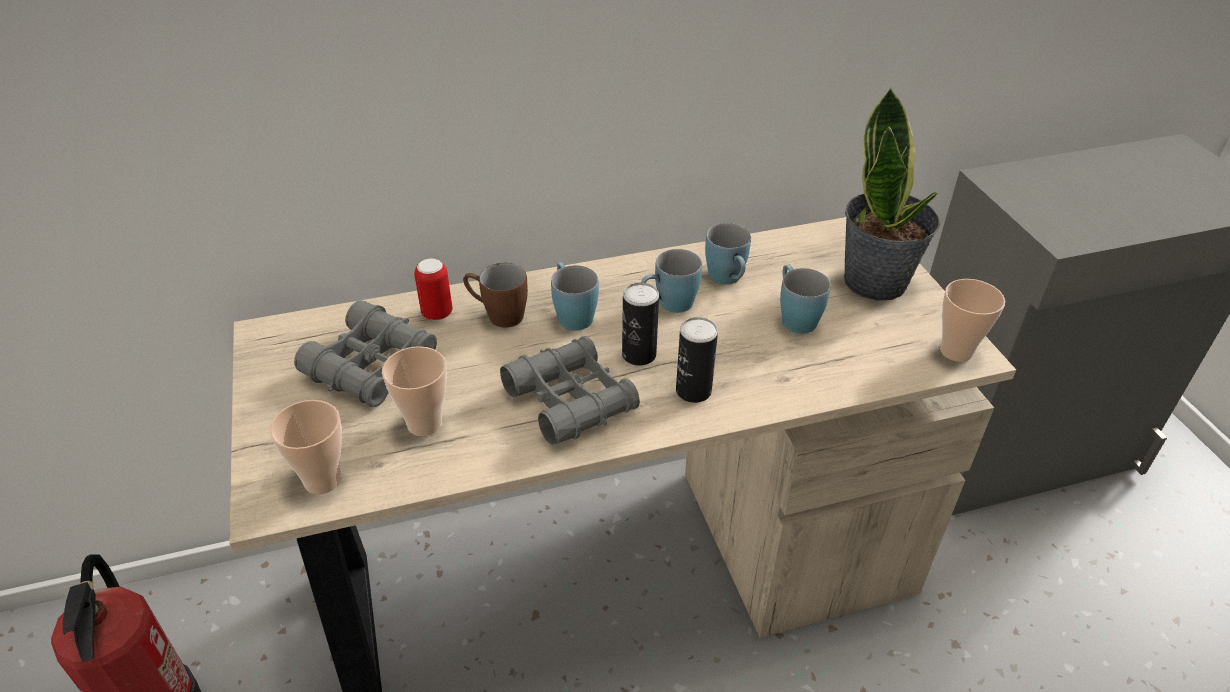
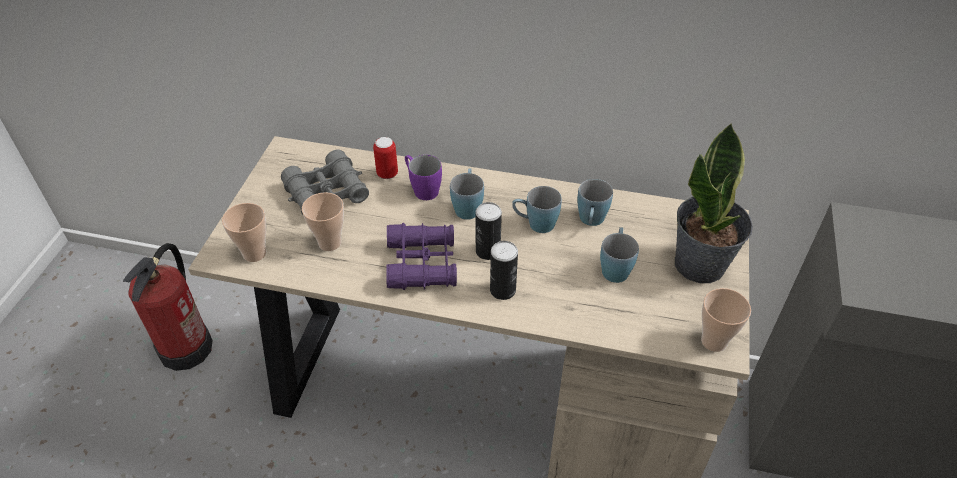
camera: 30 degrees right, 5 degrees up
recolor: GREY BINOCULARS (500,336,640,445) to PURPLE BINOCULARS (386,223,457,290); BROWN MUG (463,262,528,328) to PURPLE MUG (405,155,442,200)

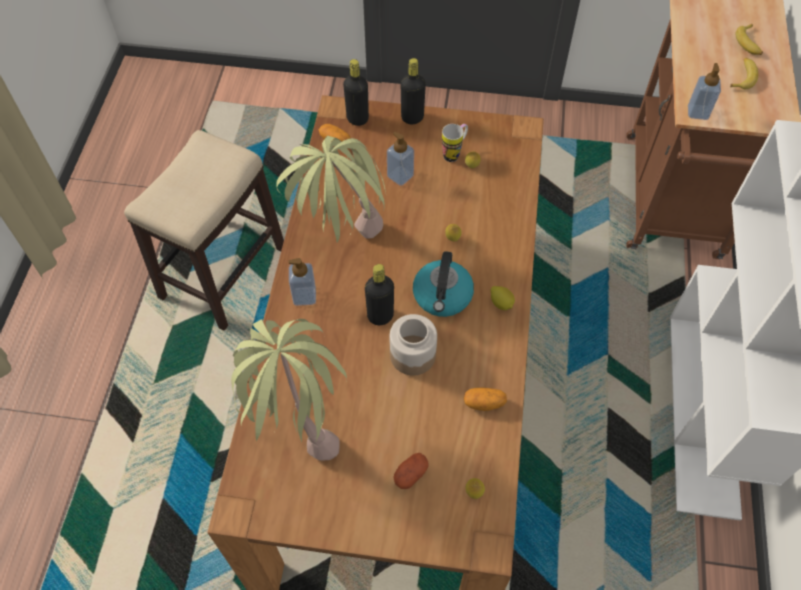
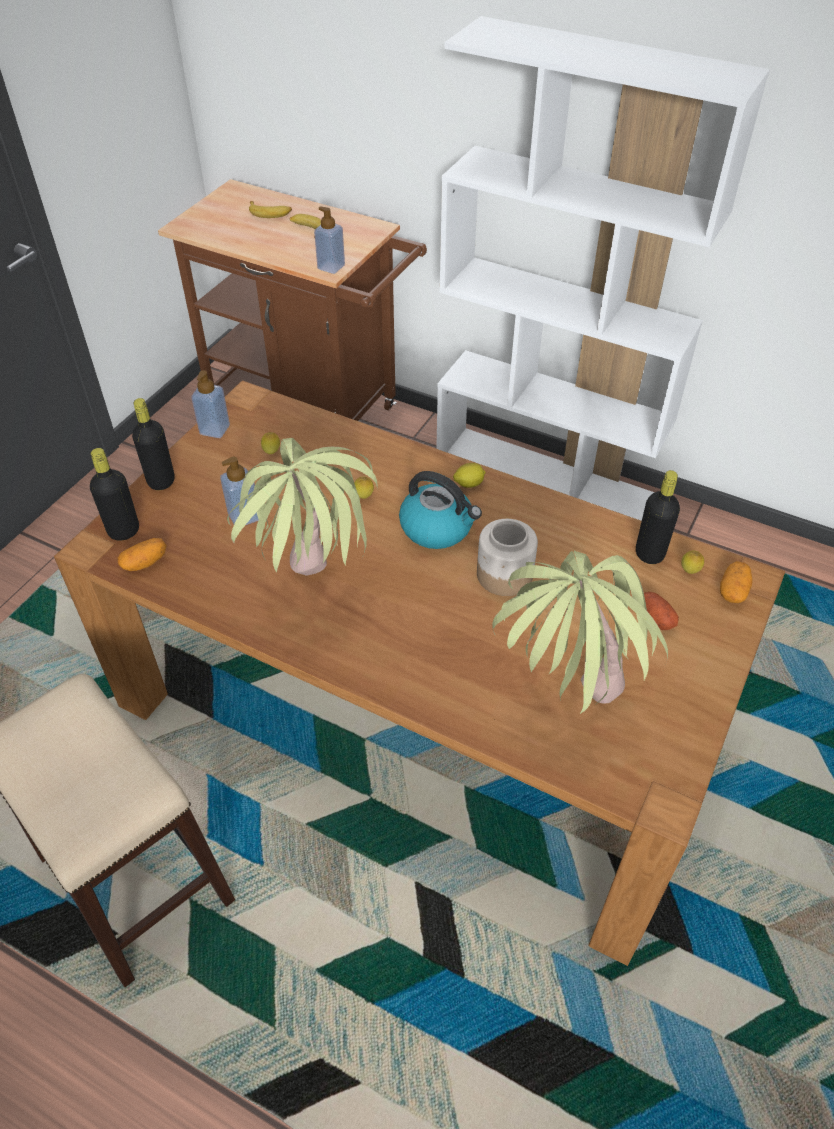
camera: 70 degrees left, 10 degrees down
delete: MUG (442,124,468,162)
move: SOAP DISPENSER (288,258,316,306) to (191,370,230,438); BLACK BOTTLE (365,264,394,325) to (636,470,680,564); POTATO (464,387,507,411) to (720,561,753,603)

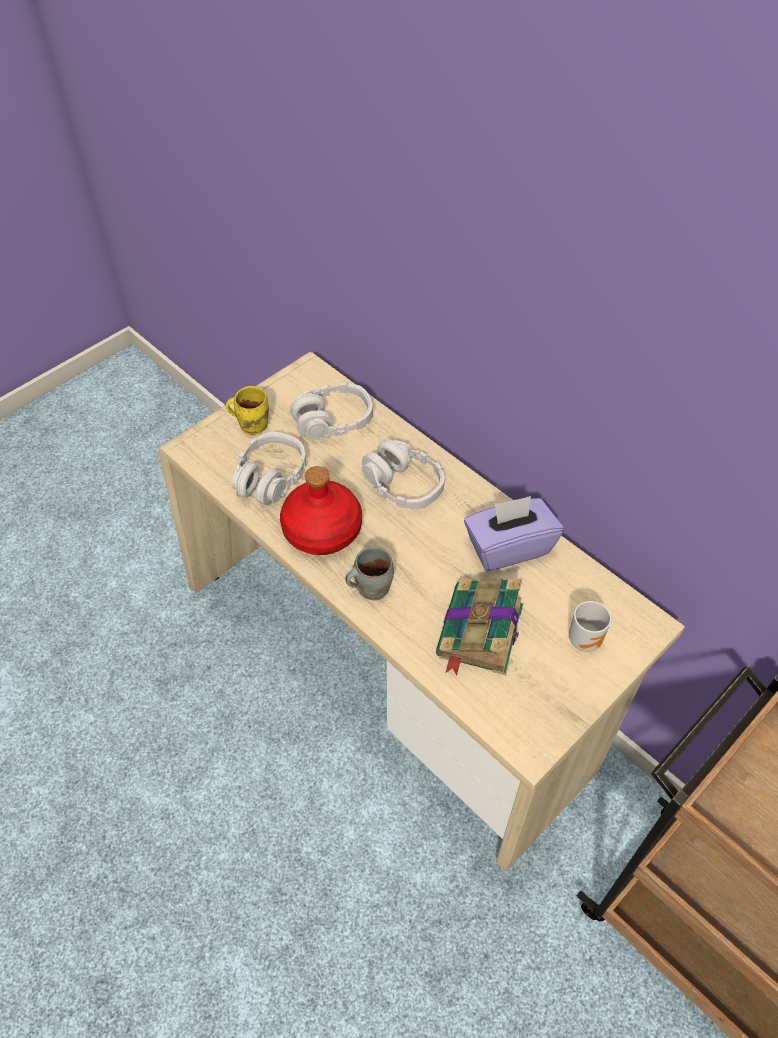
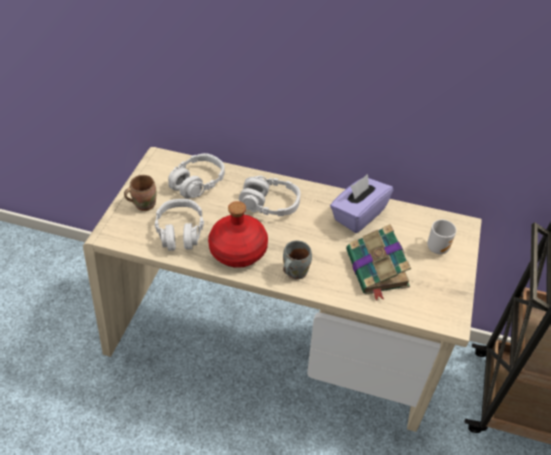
camera: 30 degrees left, 5 degrees down
recolor: YELLOW MUG (226,386,269,435) to BROWN MUG (124,175,156,211)

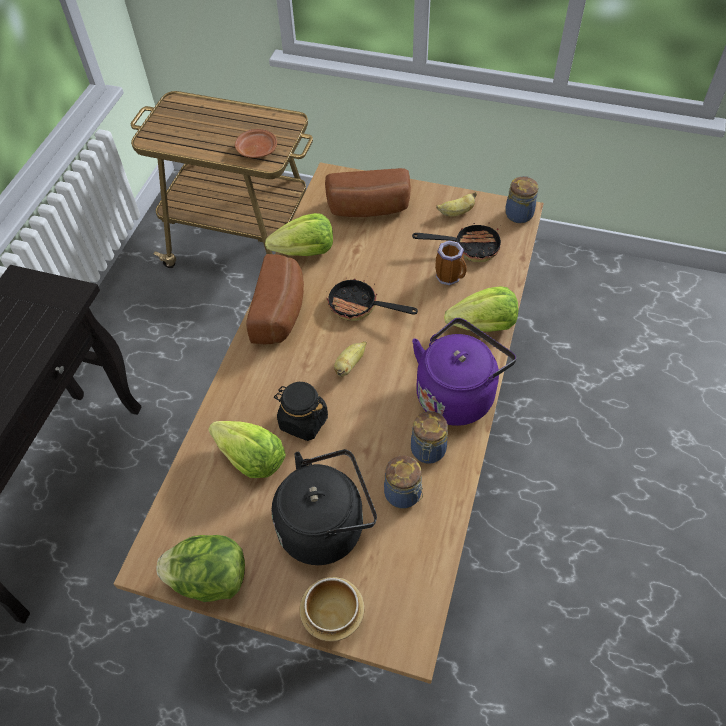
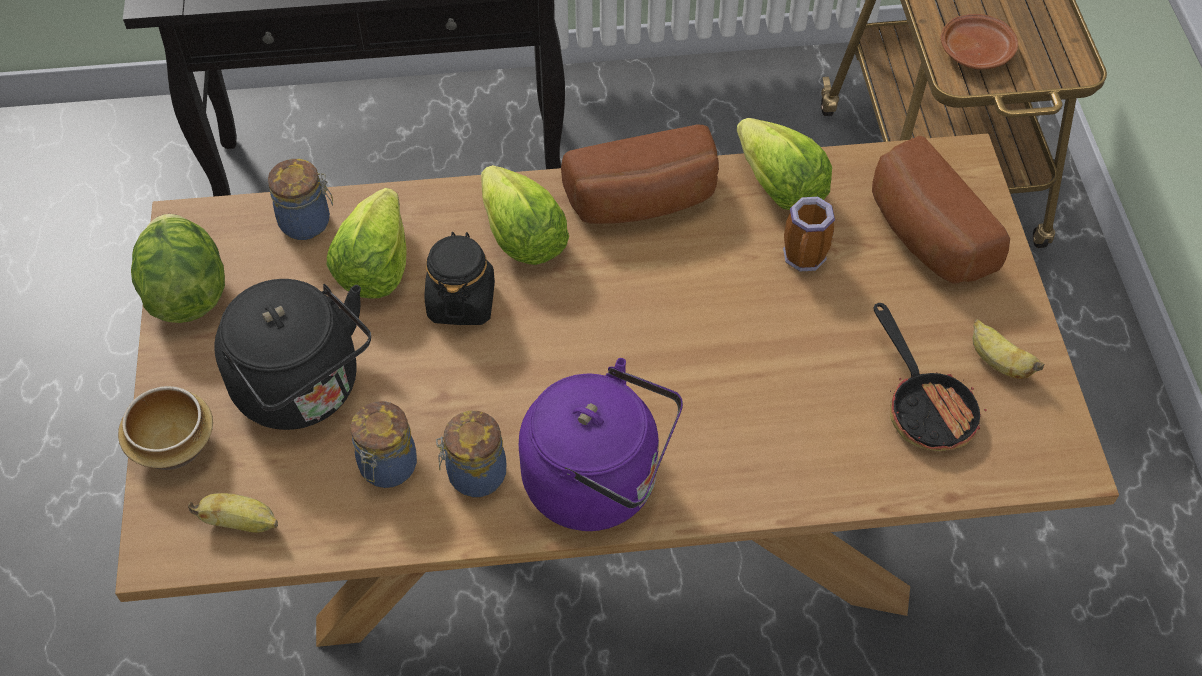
camera: 65 degrees right, 0 degrees up
delete: FRYING PAN (326,276,418,321)
move: BANANA (334,341,367,377) to (188,493,278,533); JAR (505,176,538,223) to (268,159,333,240); LETTUCE (444,286,518,332) to (481,165,569,265); MUG (435,240,467,286) to (783,197,835,272)

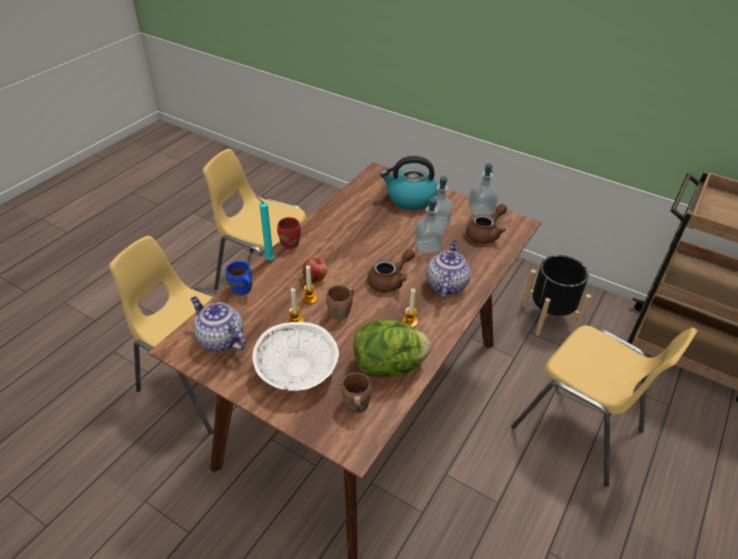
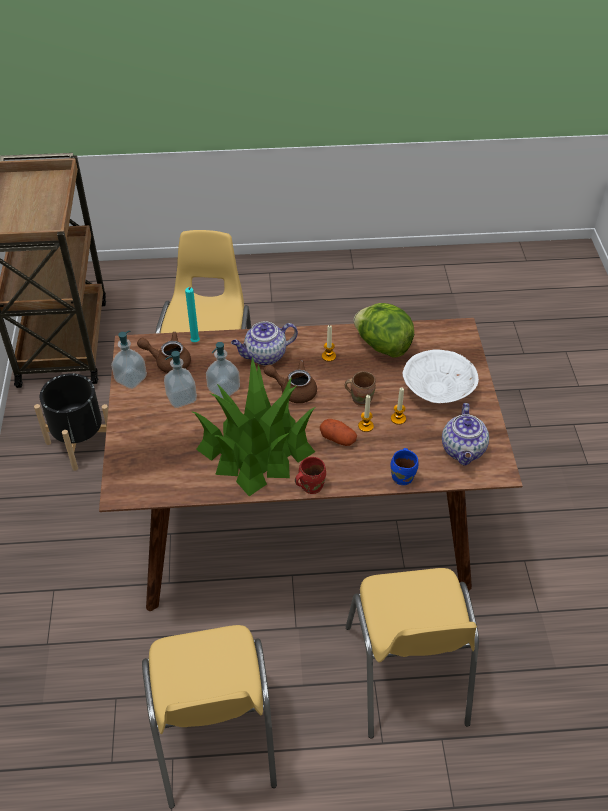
camera: 125 degrees left, 5 degrees up
delete: BROWN MUG (341,373,372,413); KETTLE (380,156,438,210)
insert: POTTED PLANT (191,357,315,496)
move: TURQUOISE CANDLE (255,195,274,260) to (185,287,200,342)
replace: APPLE (303,258,327,283) to POTATO (320,419,357,446)

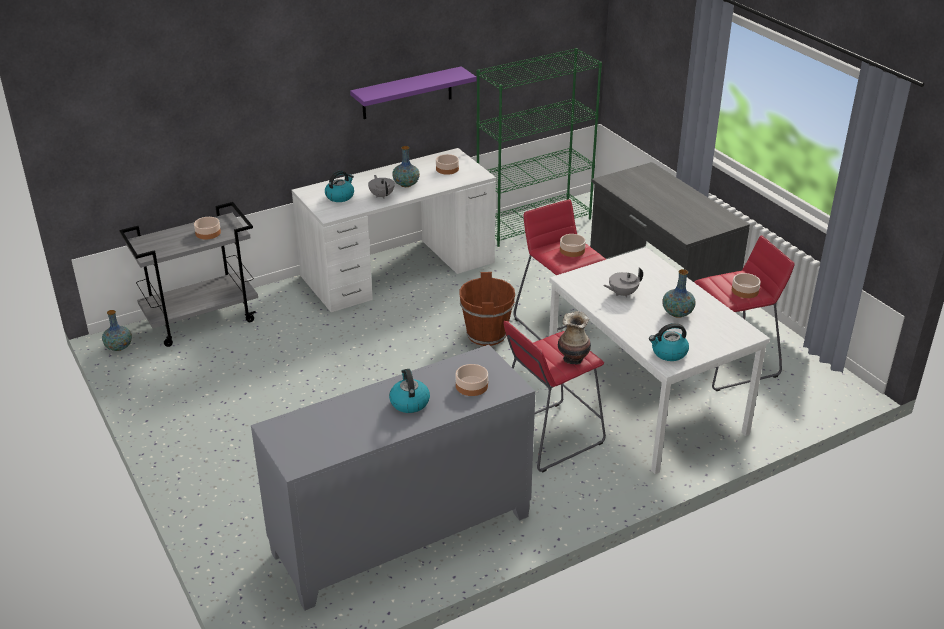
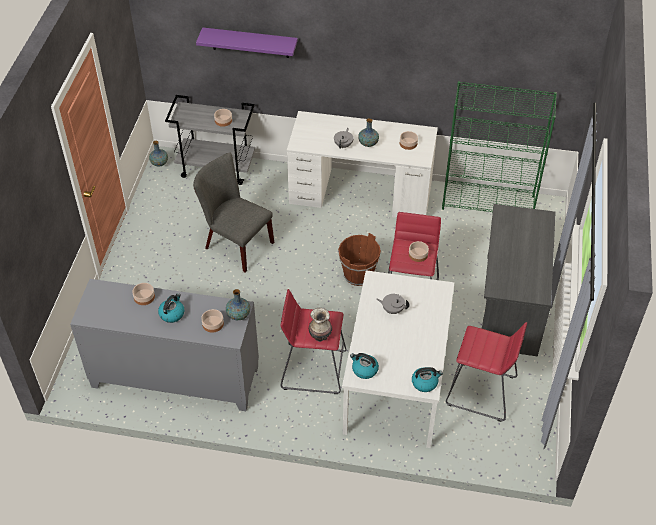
camera: 40 degrees right, 15 degrees up
insert: GREY CHAIR (193,152,274,273)
move: BOWL (732,273,761,298) to (132,283,155,305); PURPLE SHELF (350,66,477,119) to (196,27,298,58); VASE (663,269,695,318) to (226,289,250,320); KETTLE (325,171,354,202) to (412,367,443,392)

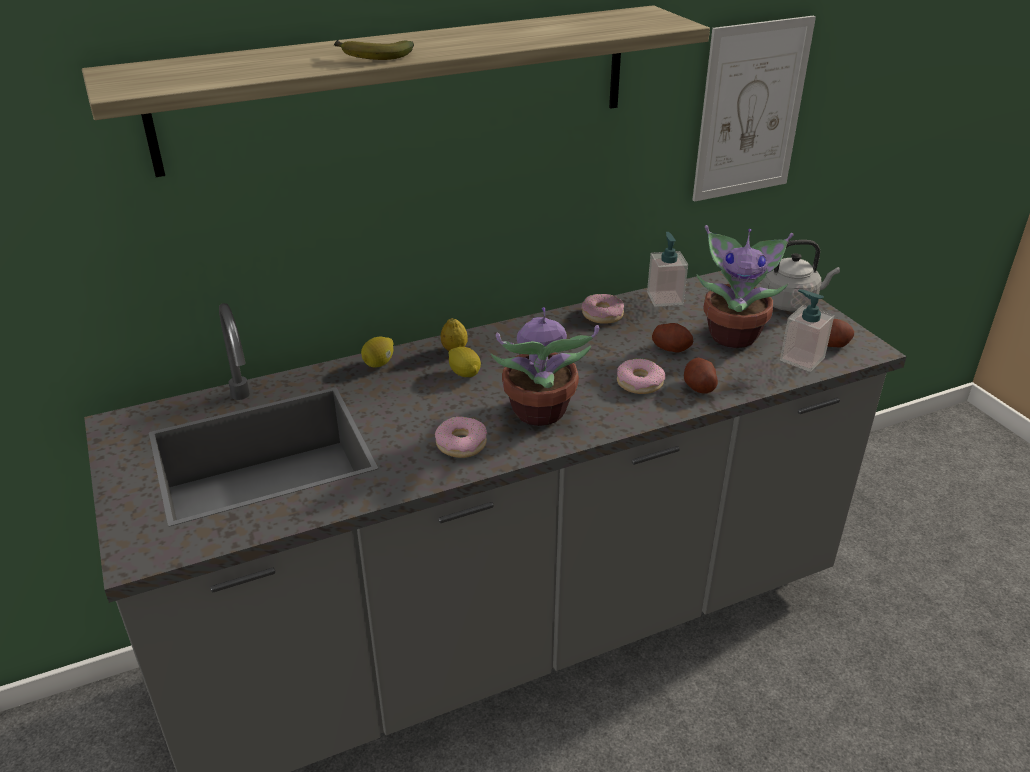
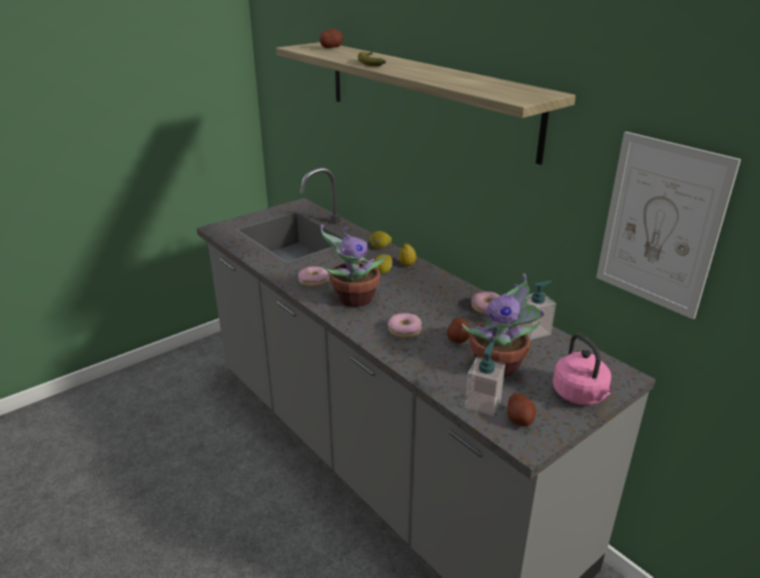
camera: 75 degrees right, 5 degrees down
move: POTATO (684,358,718,394) to (320,29,343,48)
recolor: GREY KETTLE (761,240,840,311) to PINK KETTLE (553,333,612,405)

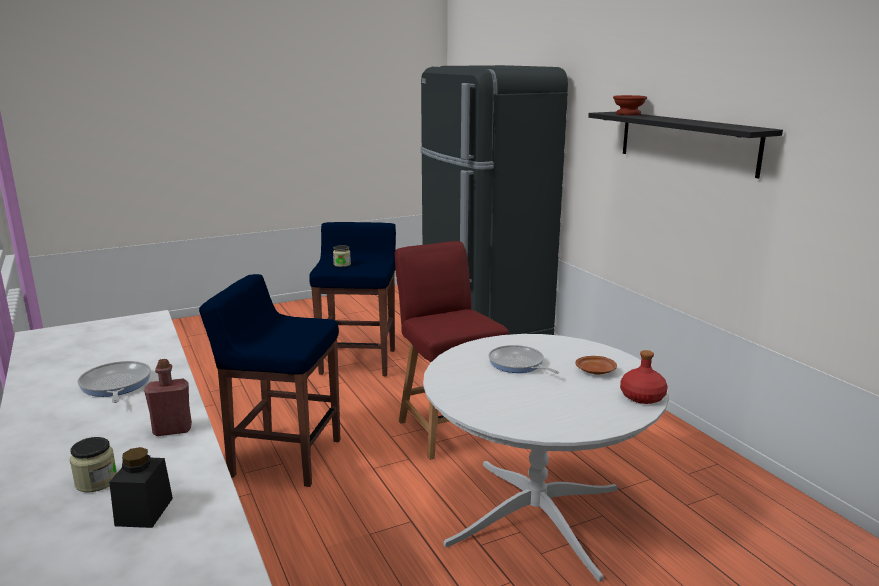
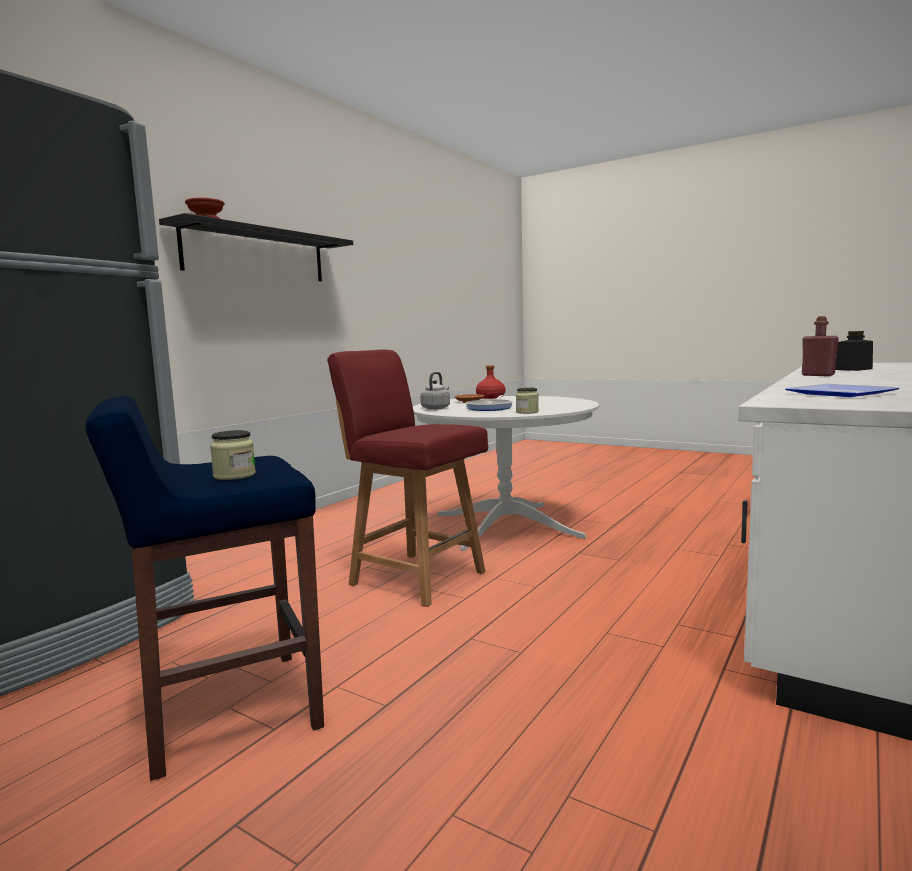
camera: 120 degrees left, 10 degrees down
delete: FRYING PAN (77,361,151,403); BLUE STOOL (199,274,341,487)
insert: GREY KETTLE (420,372,450,410); PLATE (785,384,900,397)
move: JAR (70,437,117,492) to (516,387,539,414)
rotate: RED CHAIR (395,241,509,460) = (327,349,488,607) 90 degrees clockwise

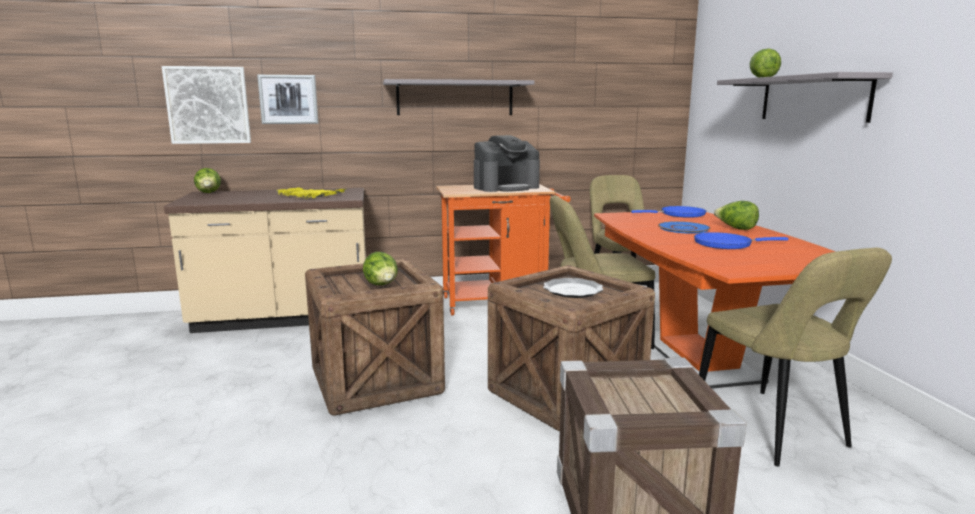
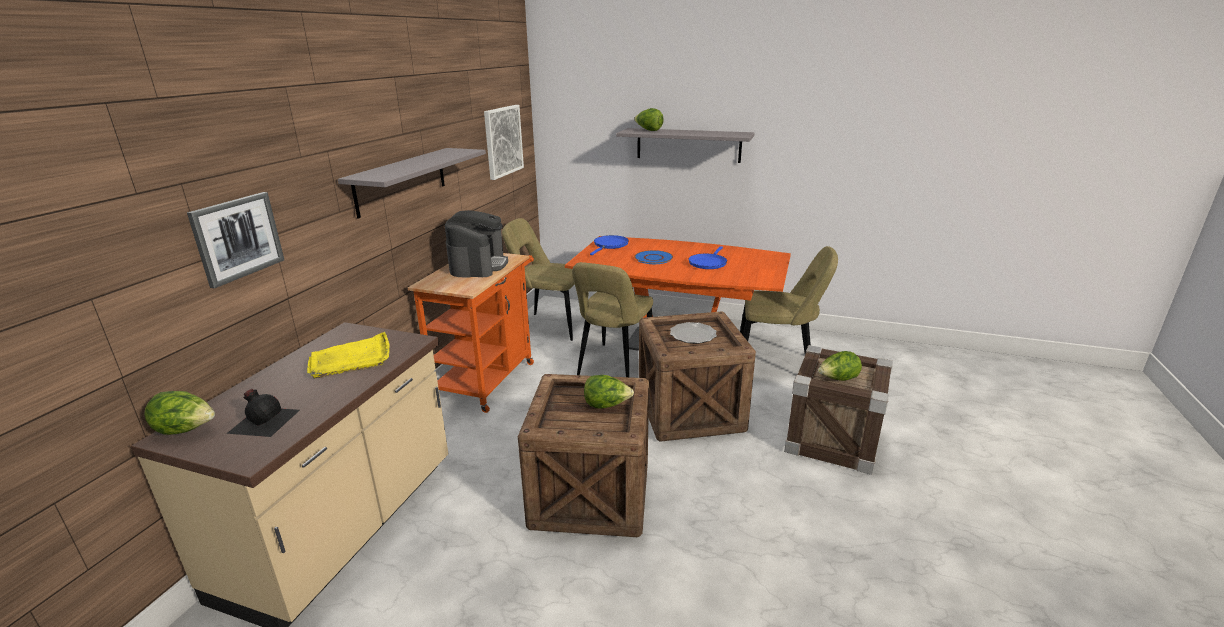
camera: 60 degrees left, 10 degrees up
insert: BLACK BOTTLE (226,389,300,437)
move: PICTURE (162,66,251,144) to (484,105,524,180); LETTUCE (714,201,759,230) to (818,351,862,381)

